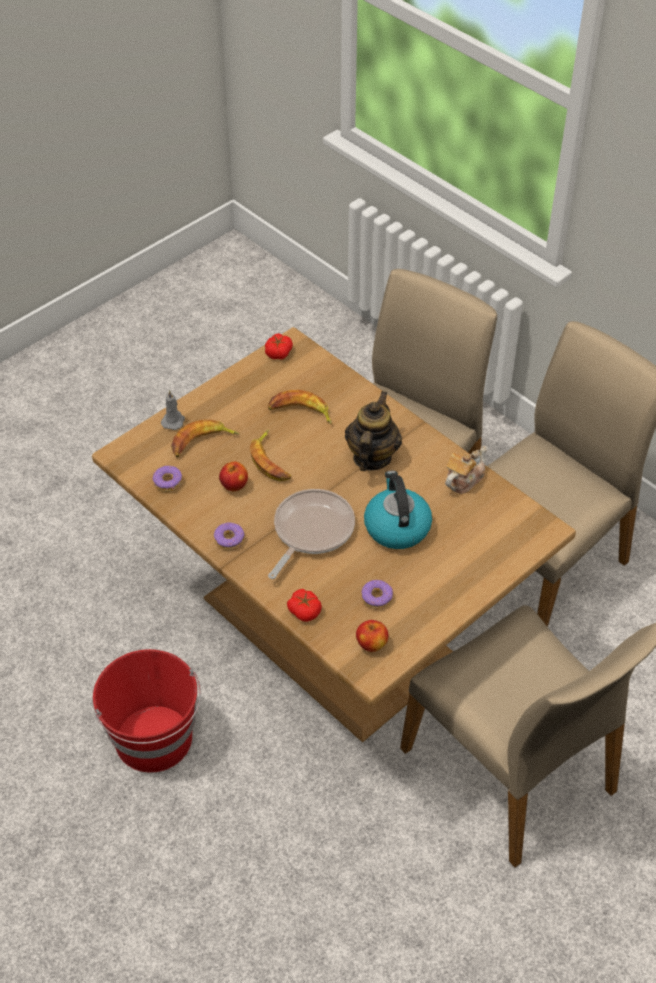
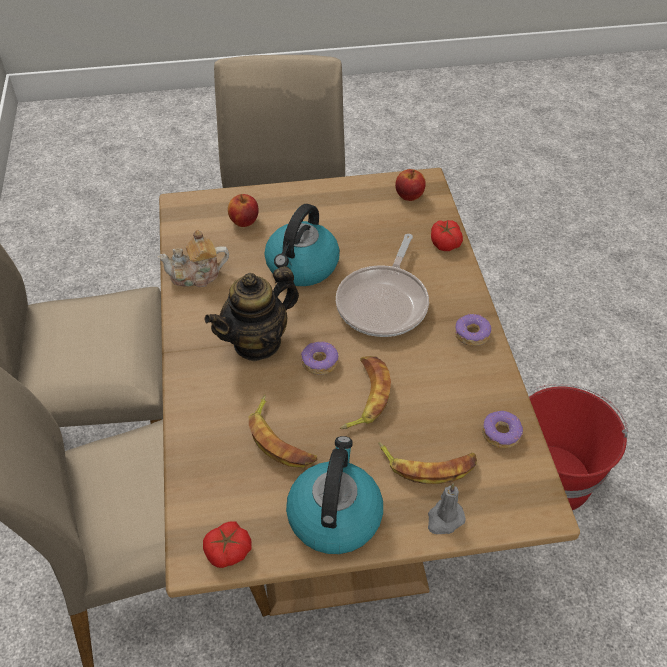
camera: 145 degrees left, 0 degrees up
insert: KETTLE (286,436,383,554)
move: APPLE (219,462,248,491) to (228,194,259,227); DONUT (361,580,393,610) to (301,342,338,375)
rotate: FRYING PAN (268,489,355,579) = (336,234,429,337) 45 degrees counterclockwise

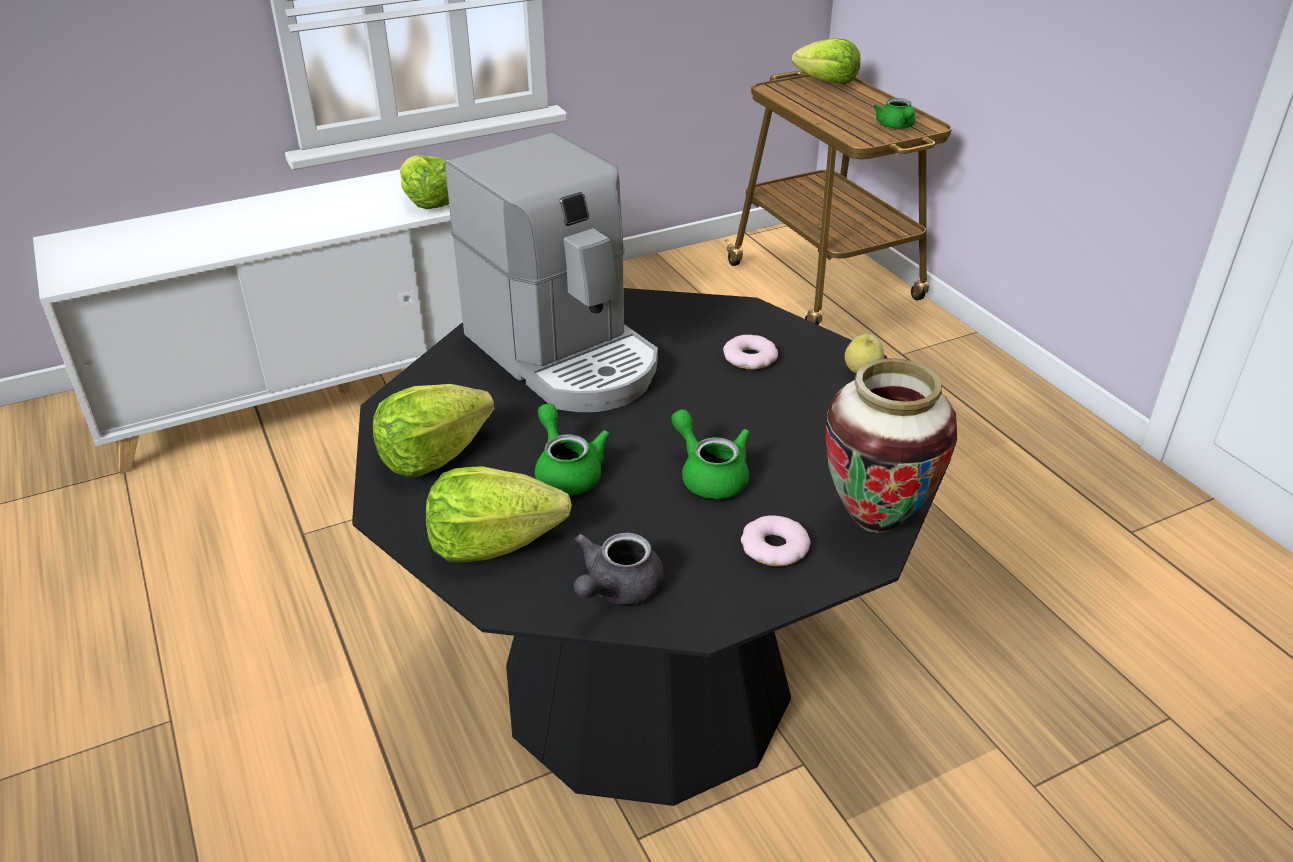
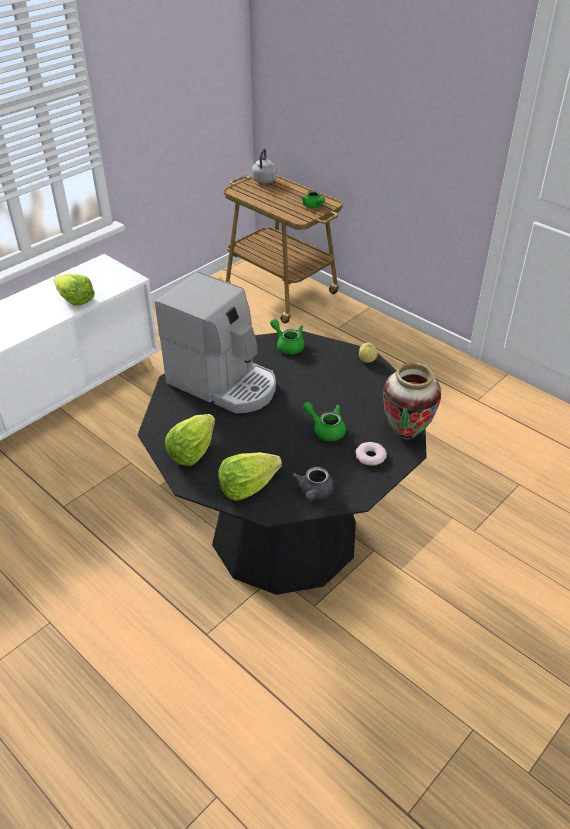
camera: 20 degrees left, 5 degrees up
delete: DONUT (723,335,778,369)
move: GREEN TEAPOT (535,403,610,496) to (270,319,305,354)
replace: LETTUCE (792,38,861,84) to GREY KETTLE (252,148,277,183)

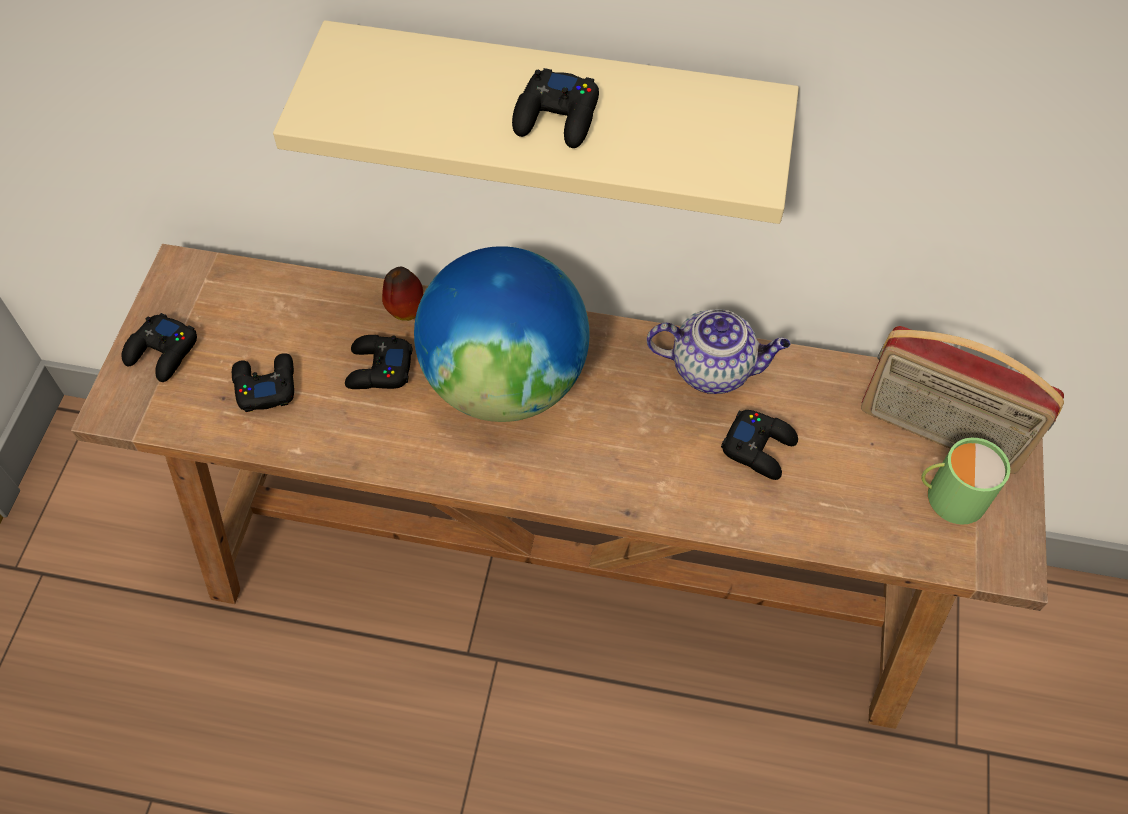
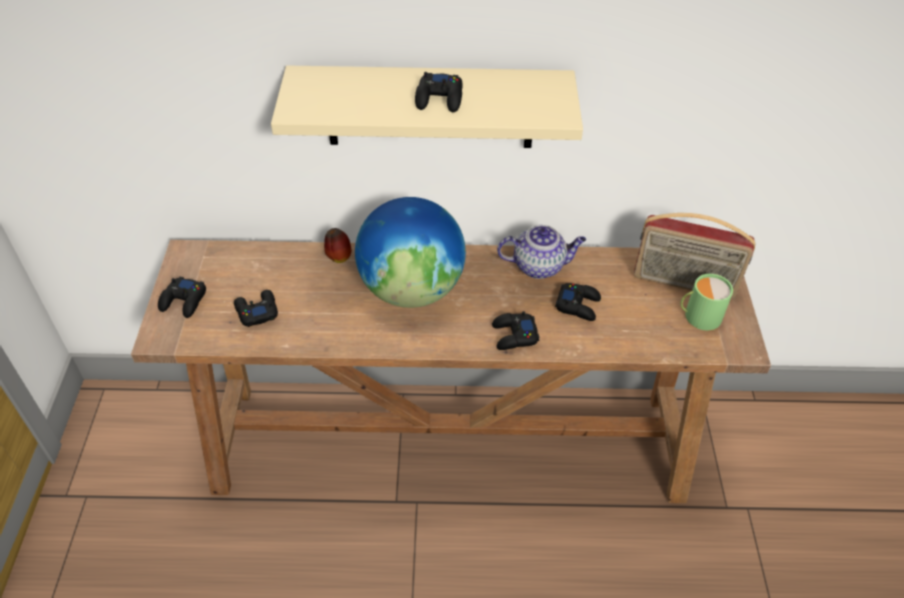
camera: 10 degrees left, 10 degrees down
move: BLACK GAME CONTROLLER (345,335,413,389) to (492,311,539,350)

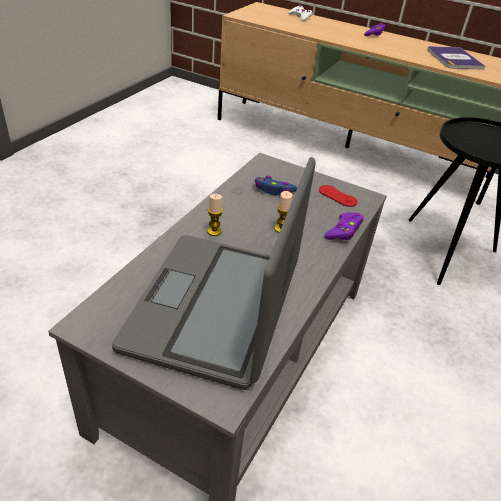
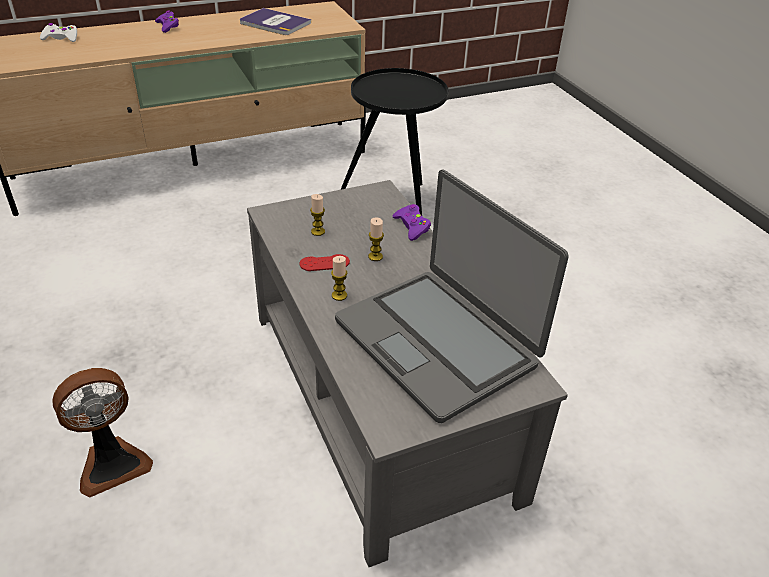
camera: 50 degrees left, 0 degrees up
insert: FAN (52,368,153,498)
move: RED GAME CONTROLLER (319,185,358,207) to (300,254,350,271)
replace: BLUE GAME CONTROLLER (255,176,297,195) to CANDLE (310,194,325,236)

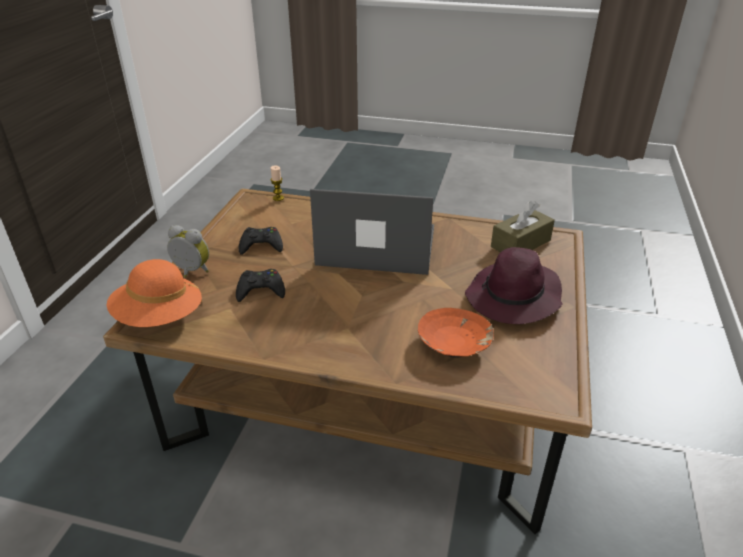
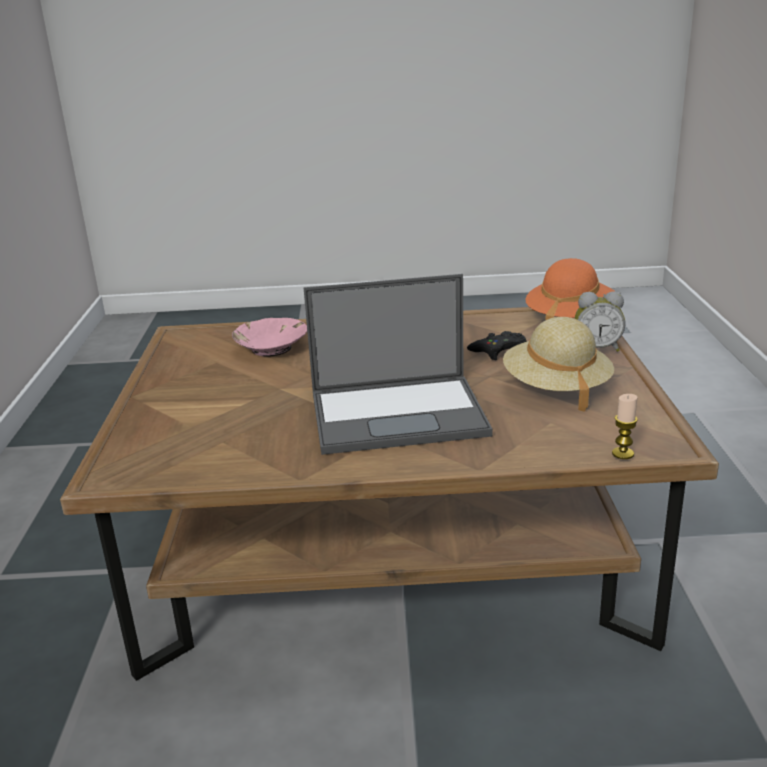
camera: 165 degrees right, 10 degrees down
delete: PURPLE HAT (465,247,563,324); BROWN TISSUE BOX (491,201,555,252)
replace: BLACK GAME CONTROLLER (238,227,283,255) to BEIGE HAT (503,317,614,412)
recolor: ORANGE BOWL (418,308,494,358) to PINK BOWL (232,318,307,357)

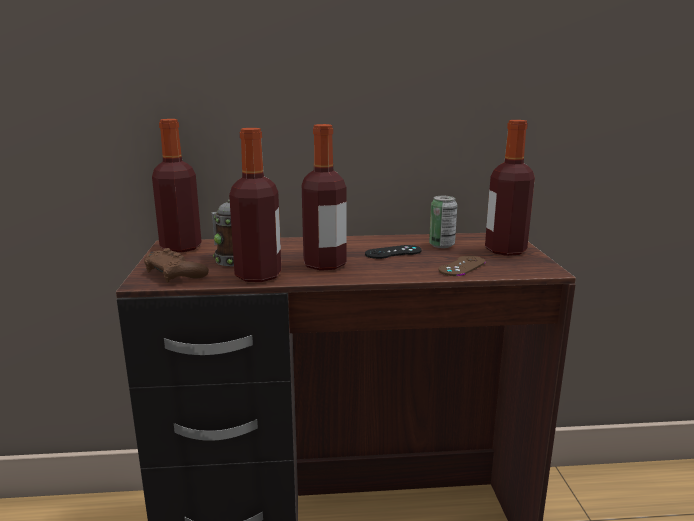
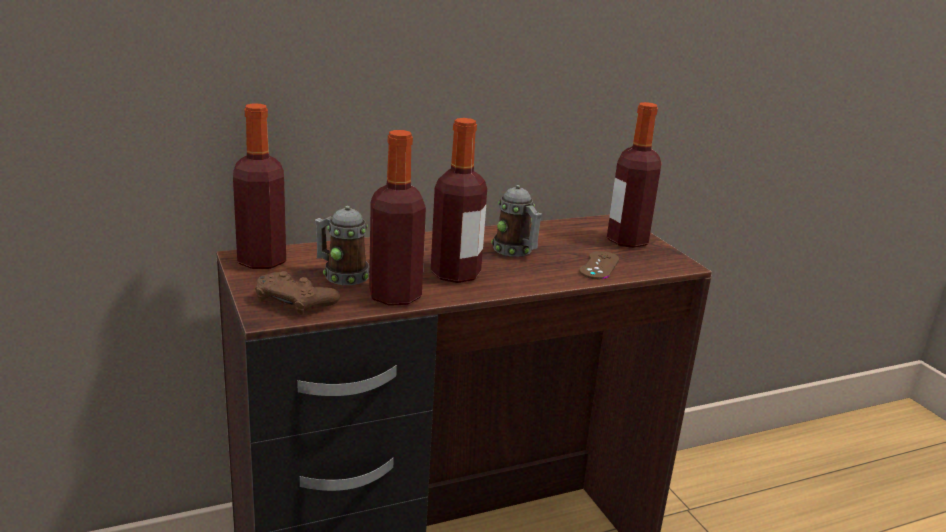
camera: 20 degrees left, 5 degrees up
delete: CAN (429,196,457,248)
replace: BLACK GAME CONTROLLER (365,245,422,259) to MUG (491,185,542,257)

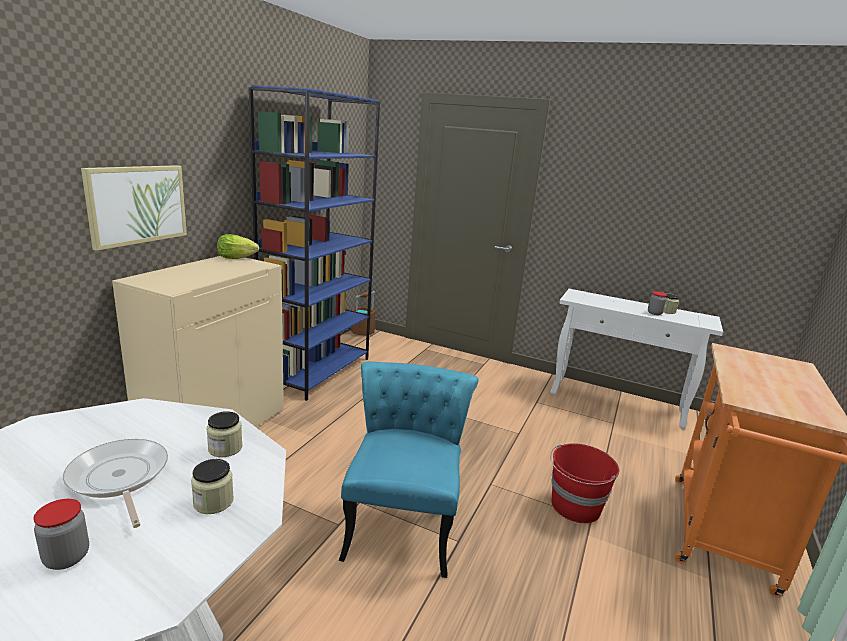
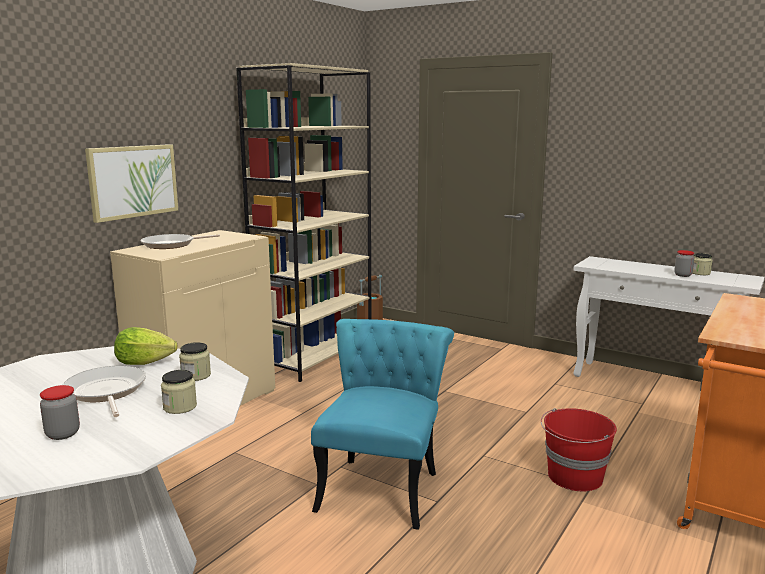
camera: 10 degrees right, 5 degrees down
insert: FRYING PAN (140,234,220,249)
move: LETTUCE (217,234,259,259) to (114,327,177,365)
recolor: BLUE BOOKCASE (249,85,380,401) to BEIGE BOOKCASE (236,63,371,382)

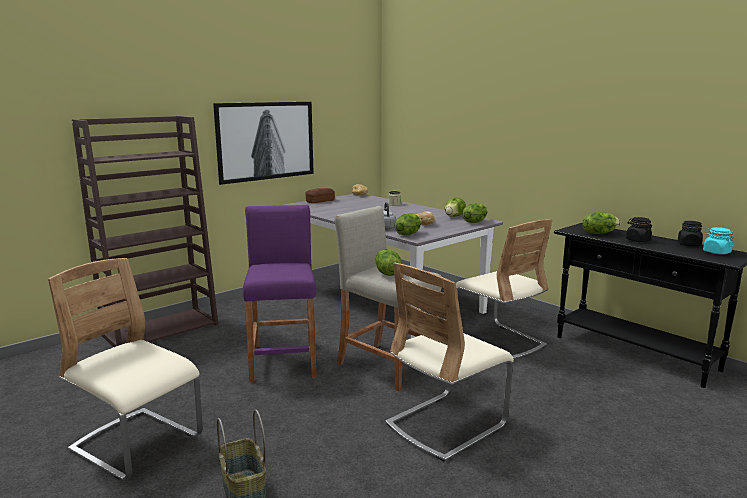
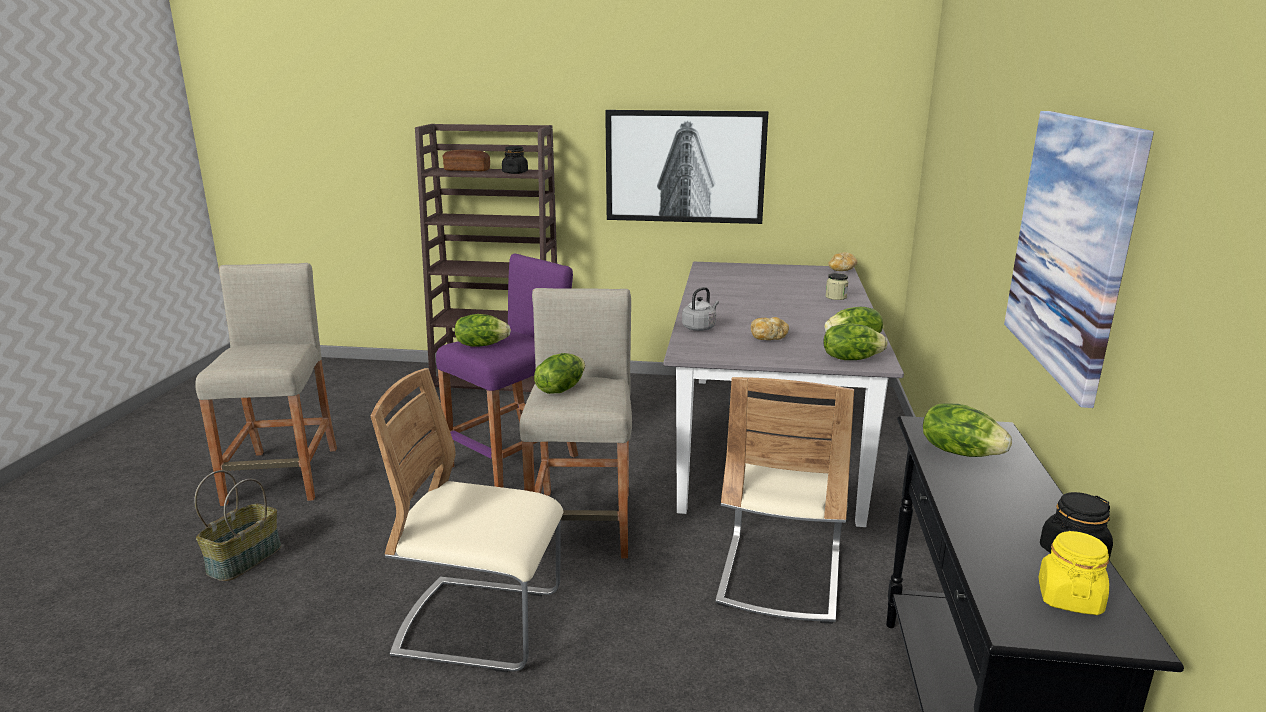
camera: 50 degrees right, 5 degrees up
insert: PICTURE (1004,111,1154,408)
move: BREAD (305,188,335,203) to (443,149,490,172); LETTUCE (395,213,422,235) to (455,314,511,347); BLACK JAR (626,217,652,242) to (502,146,528,174)
replace: BEIGE CHAIR (48,258,203,480) to BEIGE STOOL (195,263,337,506)
recolor: TURQUOISE JAR (703,227,734,254) to YELLOW JAR (1038,531,1109,615)

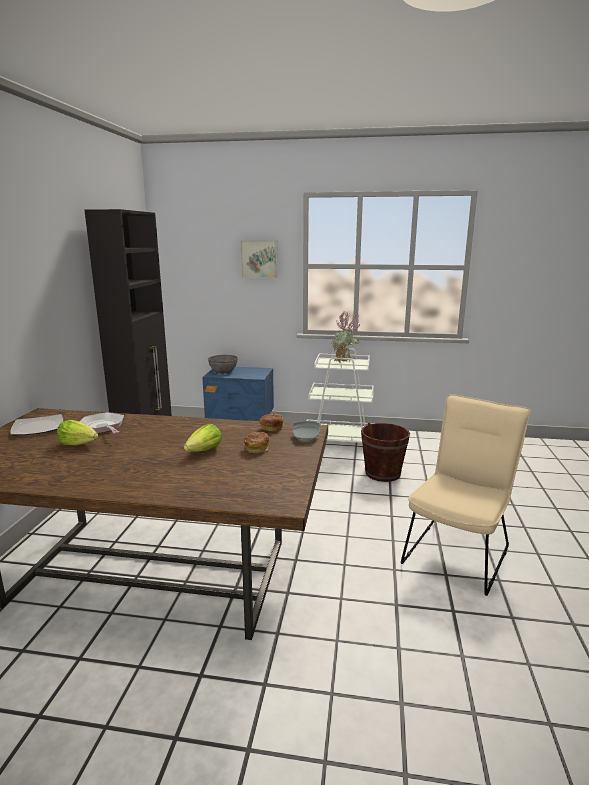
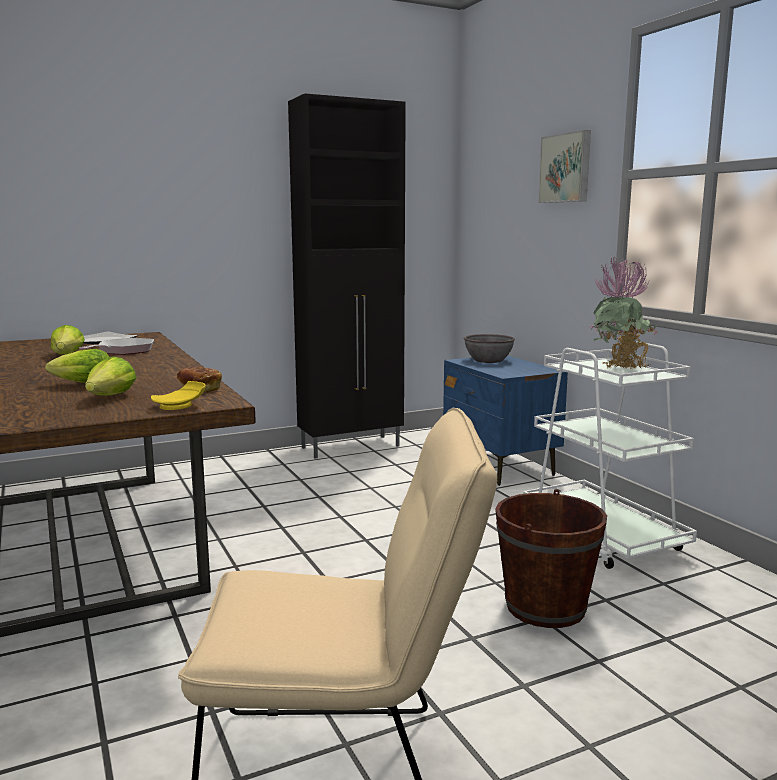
camera: 55 degrees right, 5 degrees down
replace: BREAD (244,432,269,453) to LETTUCE (85,356,137,396)
recolor: GREY PLATE (293,421,320,442) to YELLOW PLATE (151,381,206,410)

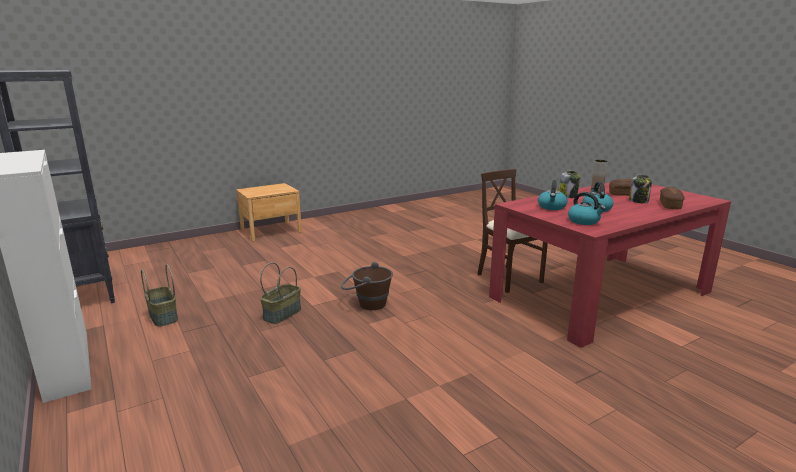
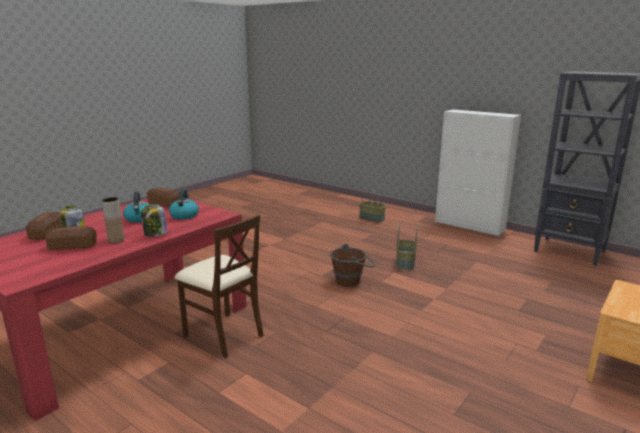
camera: 160 degrees right, 0 degrees up
move: BASKET (141,264,178,327) to (359,185,386,223)
replace: KETTLE (568,192,606,225) to BREAD (147,187,179,207)

